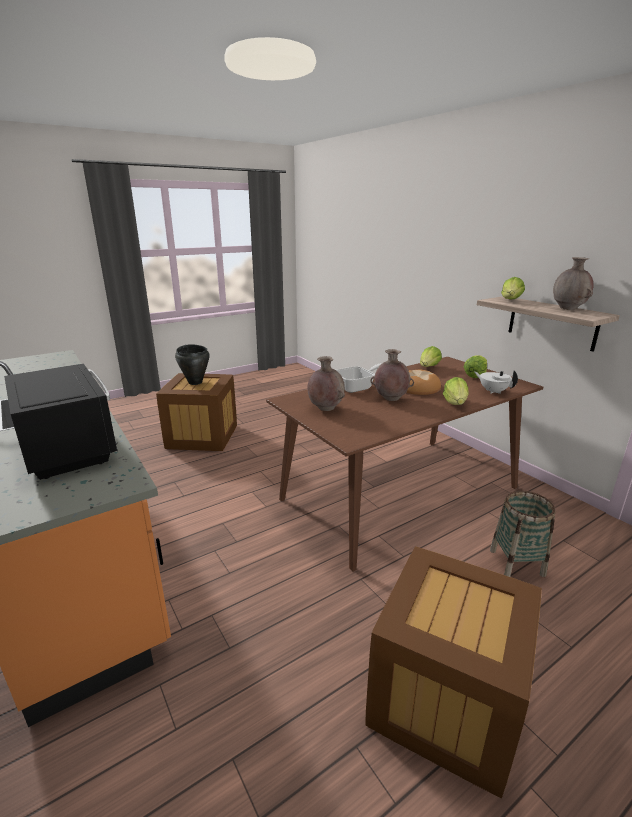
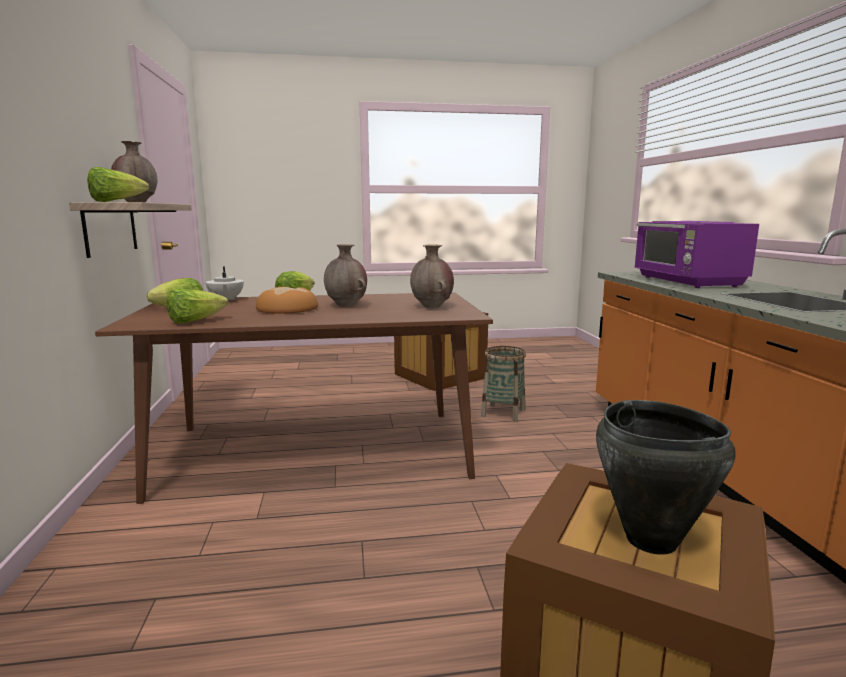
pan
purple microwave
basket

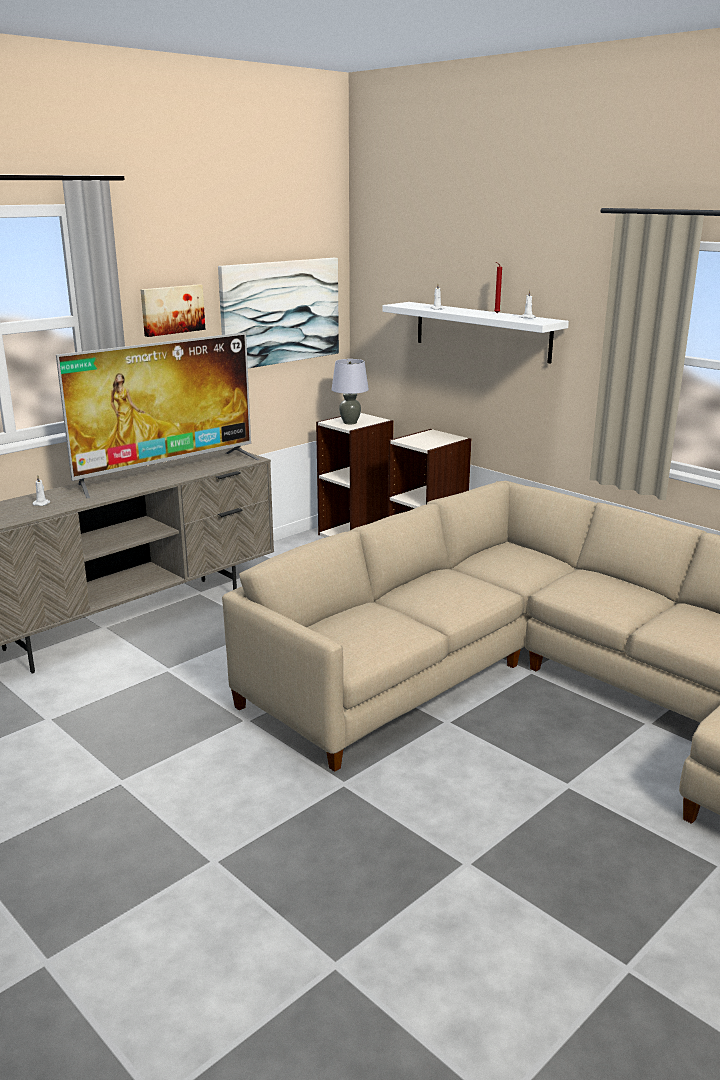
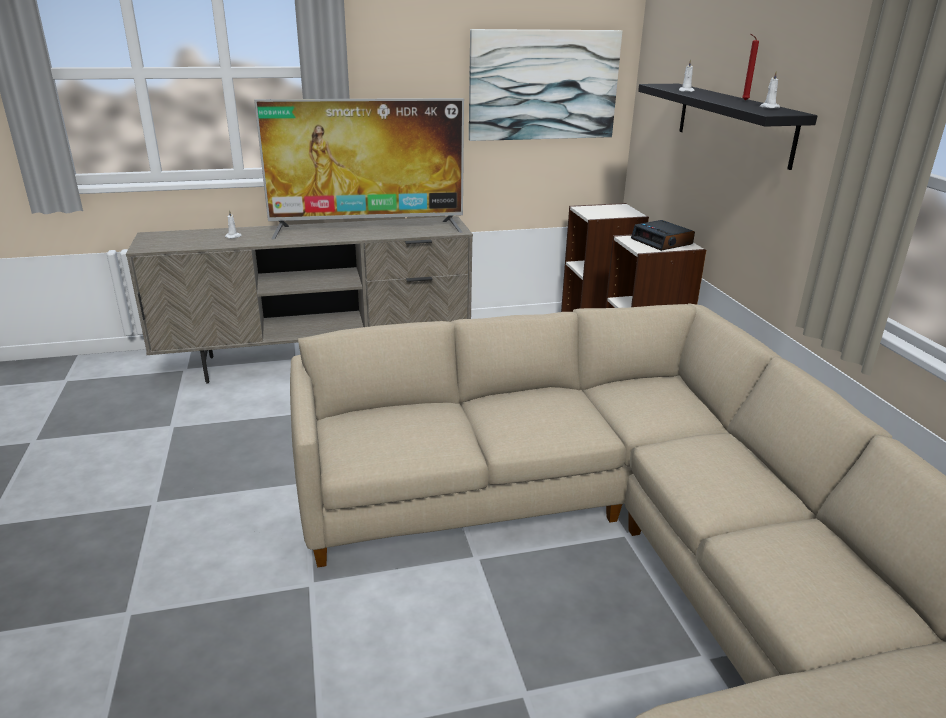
picture (no. 1 from left in the first image)
black-coloured shelf
greyish lamp for a table
bedside clock

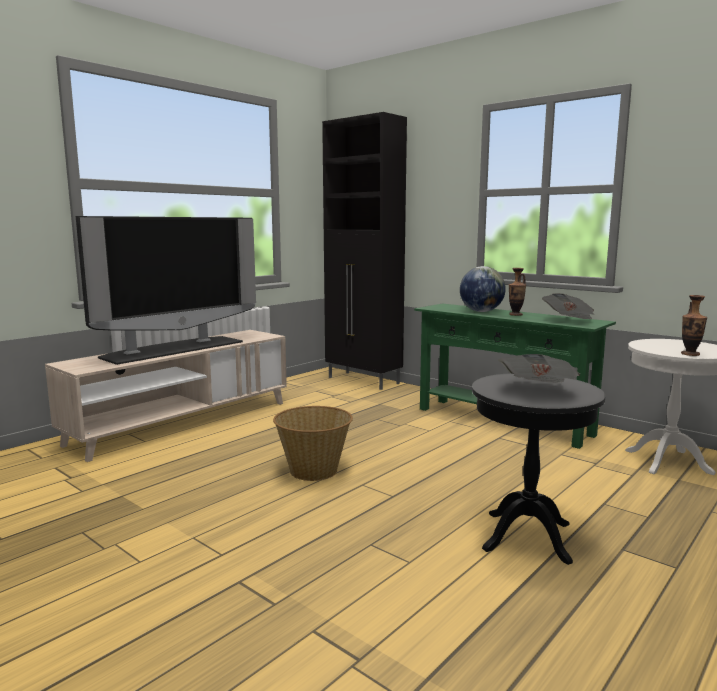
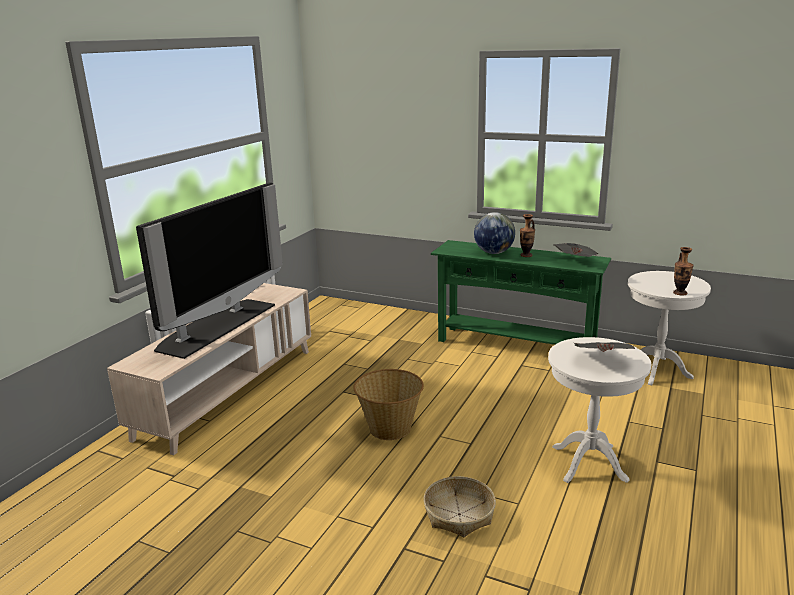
black-coloured storage cabinet
white end table (no. 1 from left)
basket (no. 2 from left)

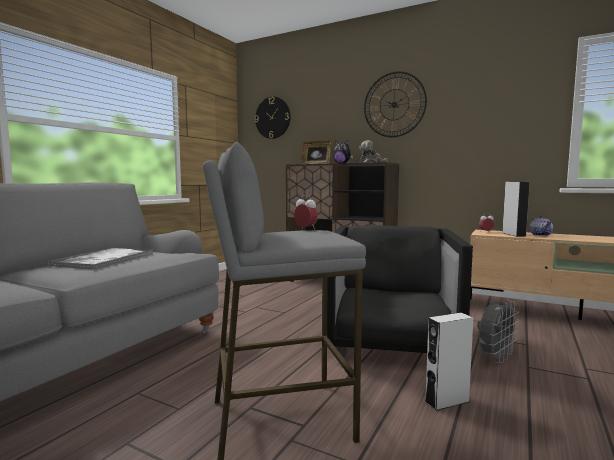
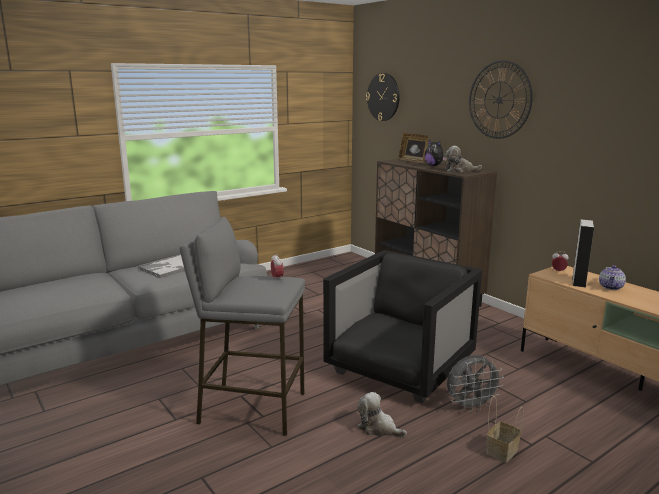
soft toy (no. 1 from left)
basket

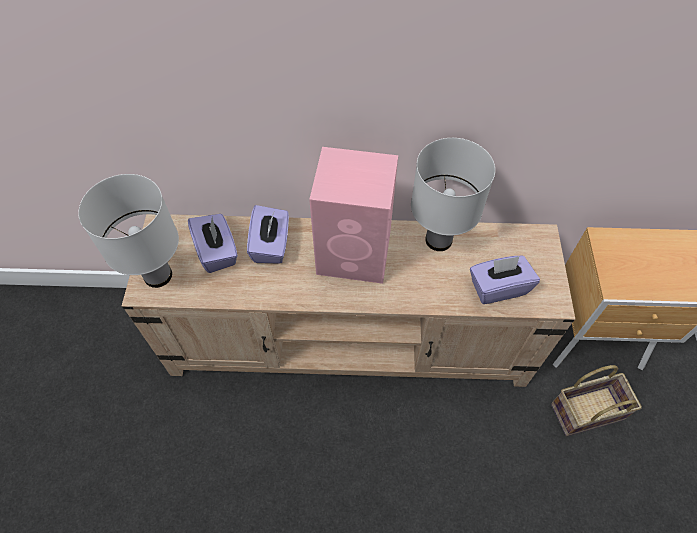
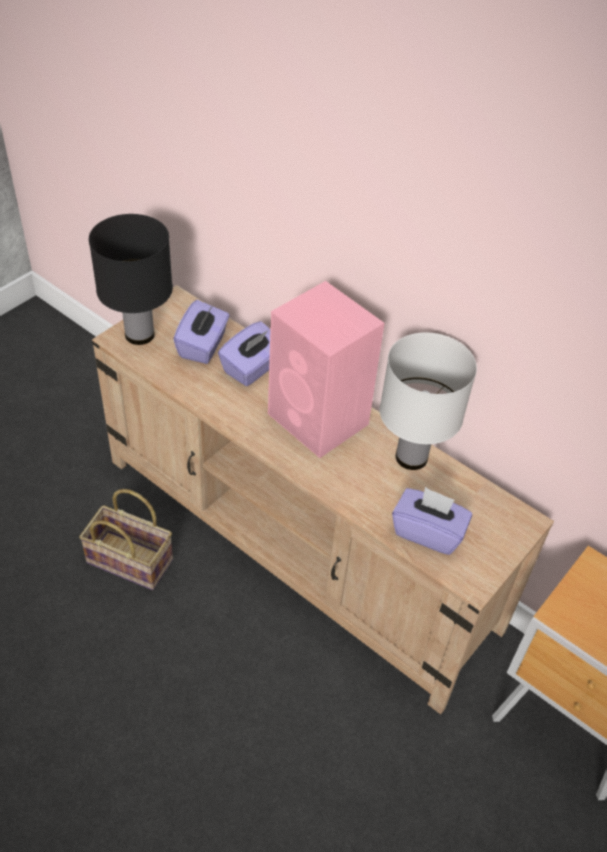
black-coloured lamp for a table
basket

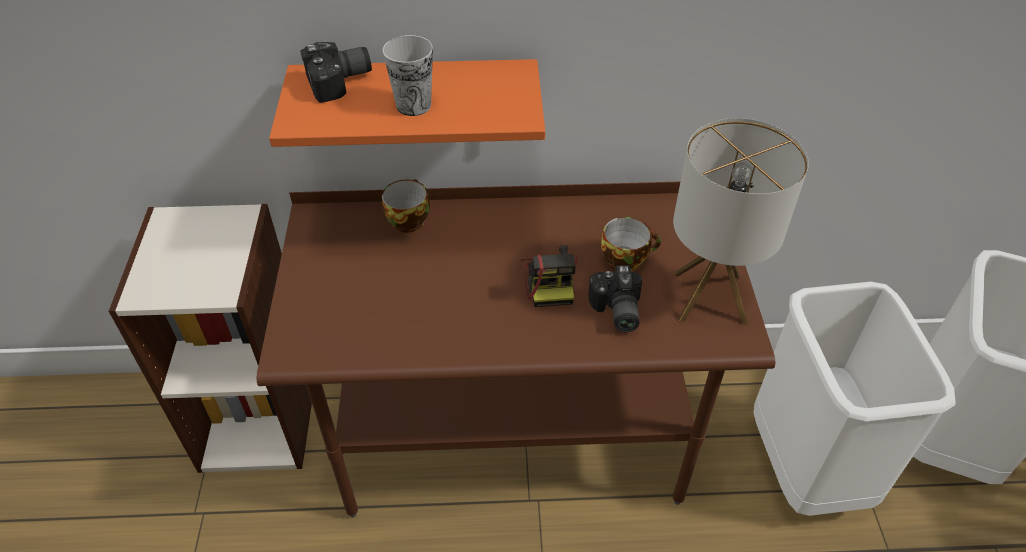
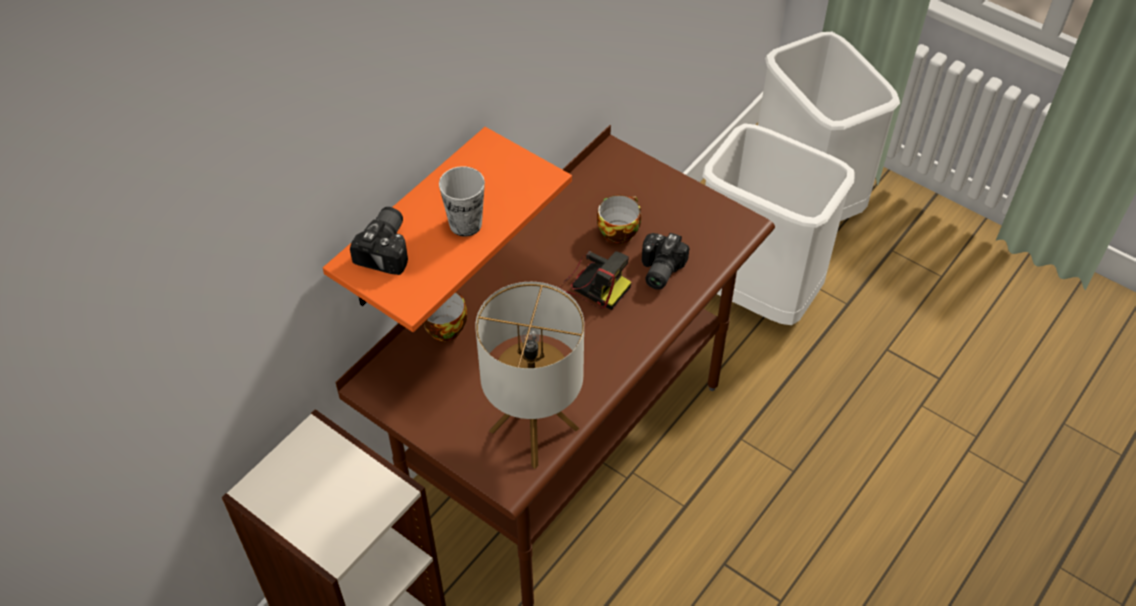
lamp for a table
still camera (no. 3 from left)

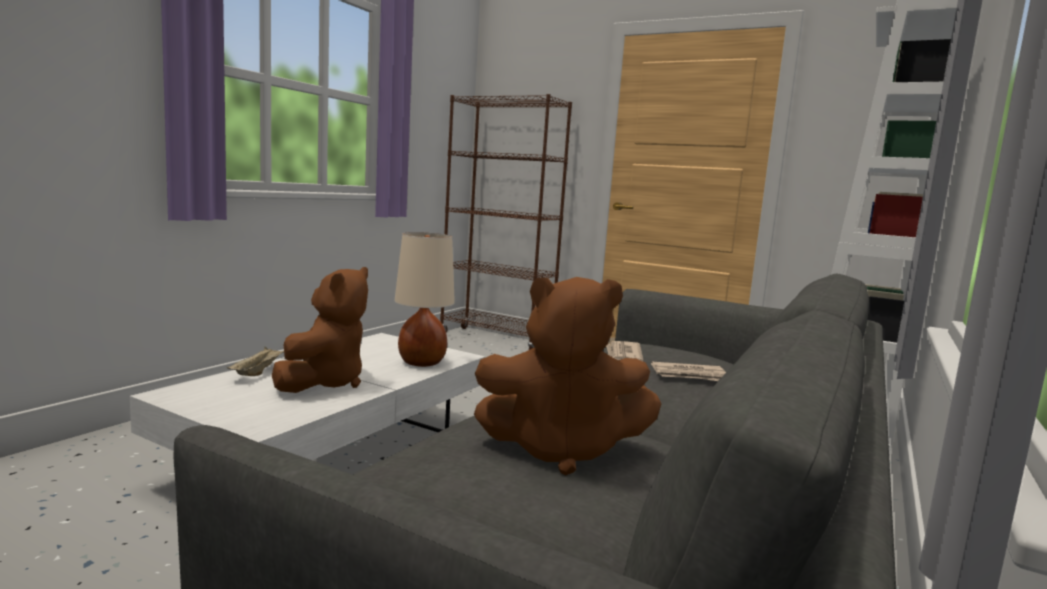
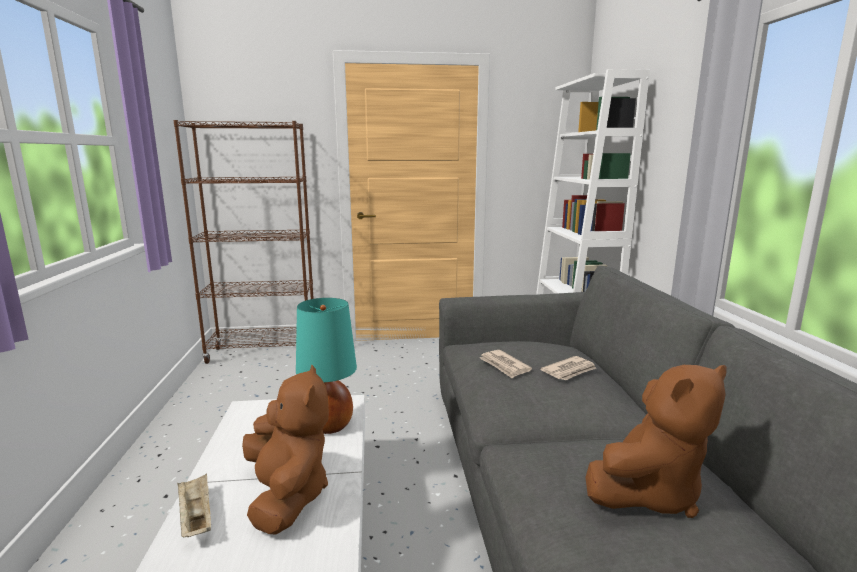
blue-green lamp for a table

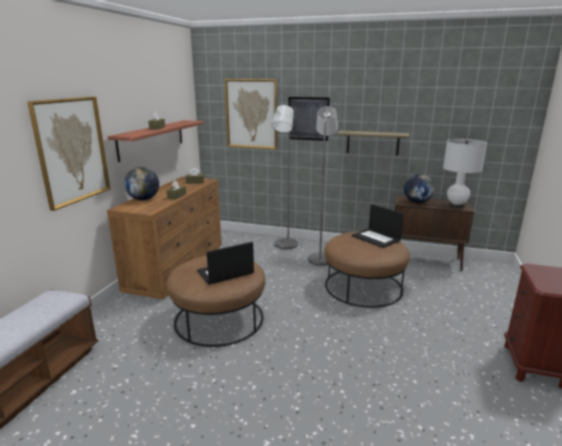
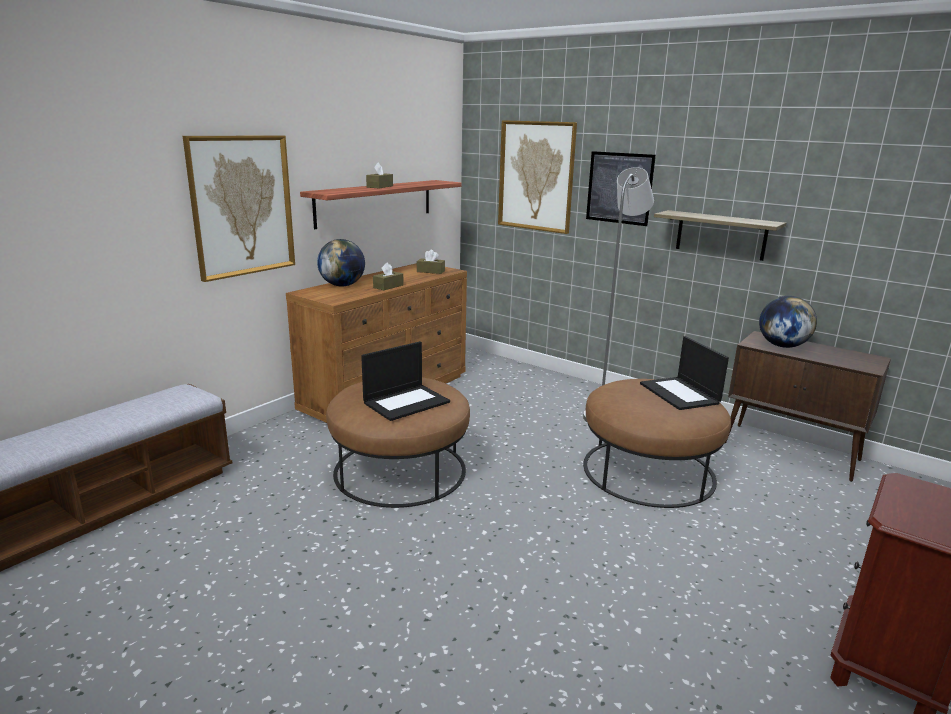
greyish standing lamp (no. 1 from left in the first image)
white lamp for a table
portable computer (no. 1 from left)

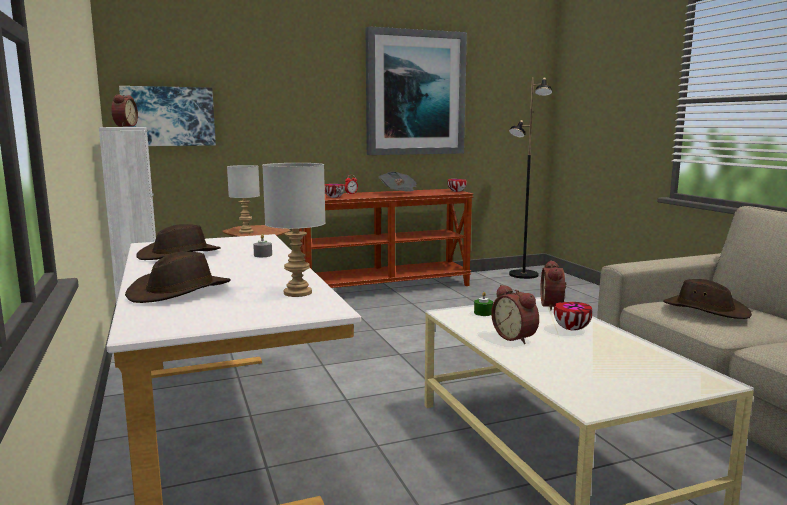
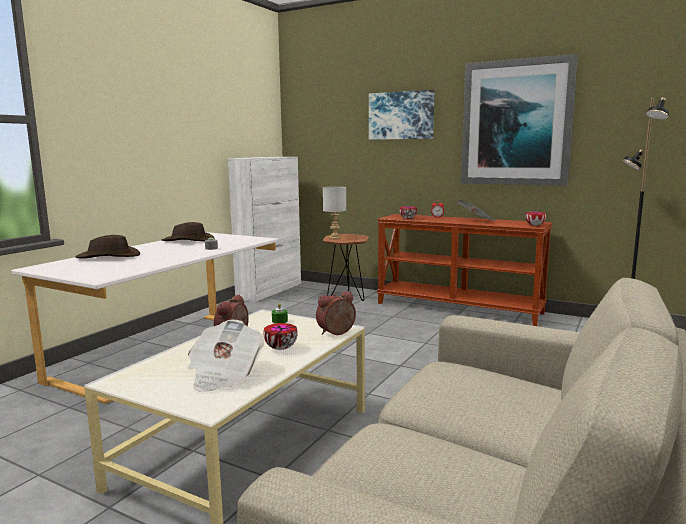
picture (no. 1 from left)
bedside clock (no. 1 from left in the first image)
greyish lamp for a table (no. 2 from left in the first image)
brown-coloured clothing hat (no. 3 from left in the first image)
daily paper (no. 1 from left)

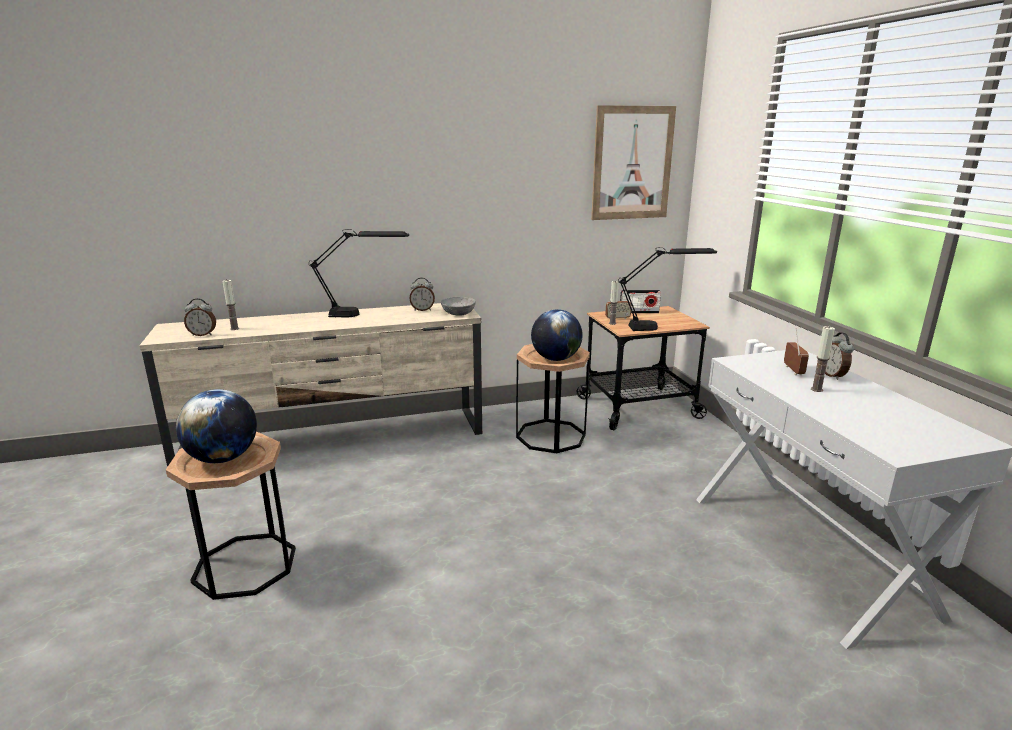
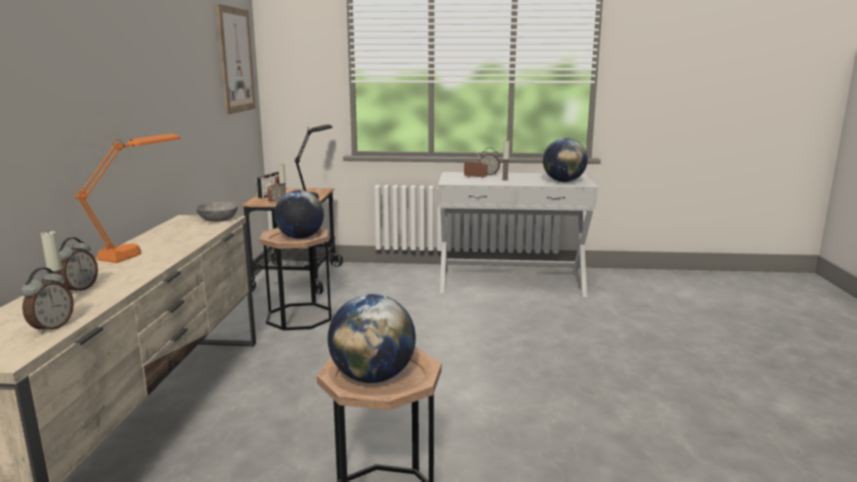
orange lamp for a table
bedside clock (no. 2 from left)
globe (no. 3 from left)

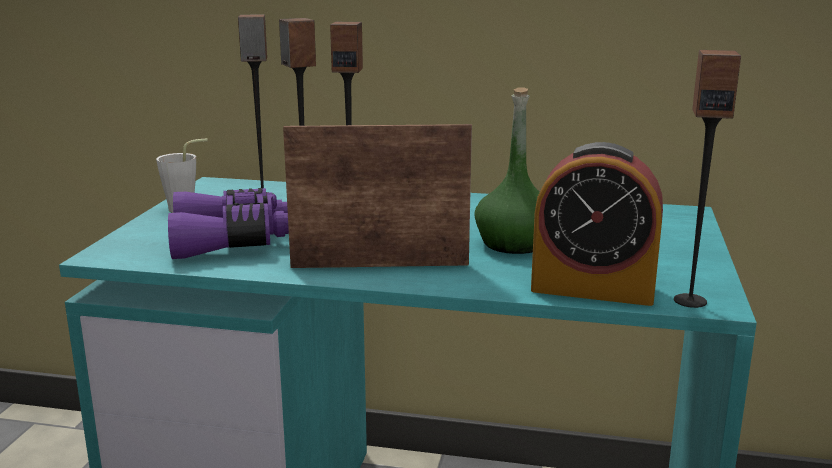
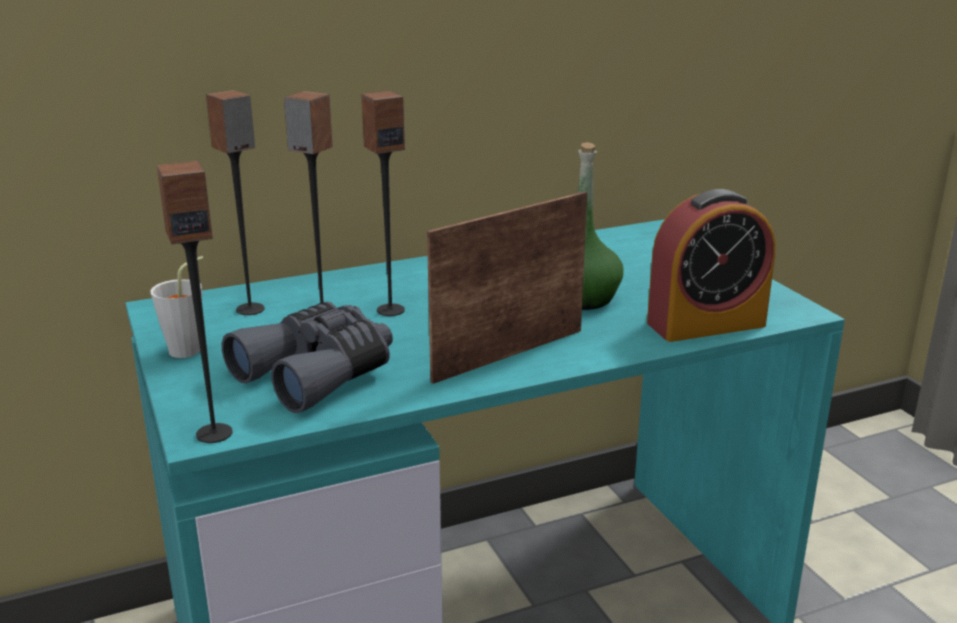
audio speaker (no. 1 from left)
greyish field glasses

